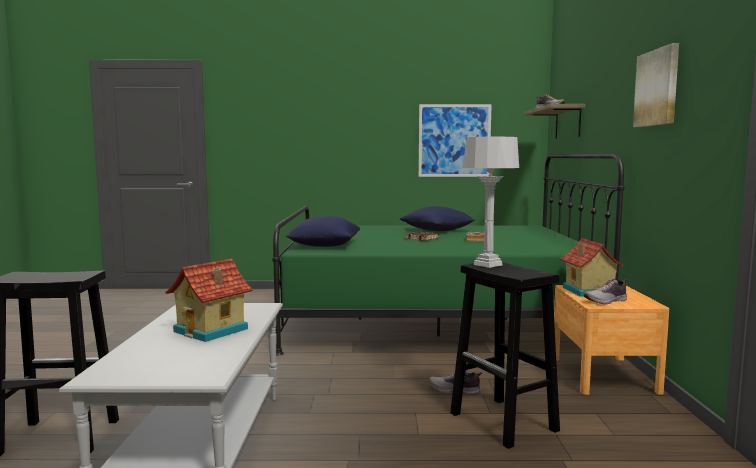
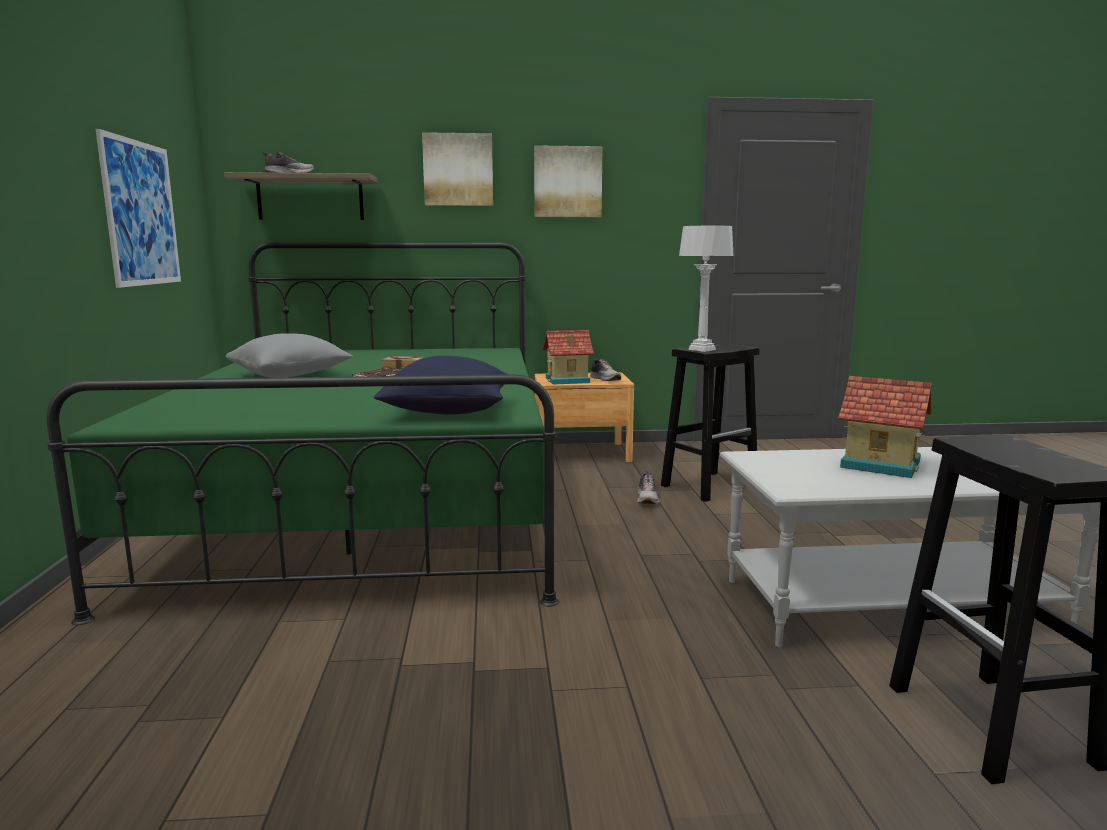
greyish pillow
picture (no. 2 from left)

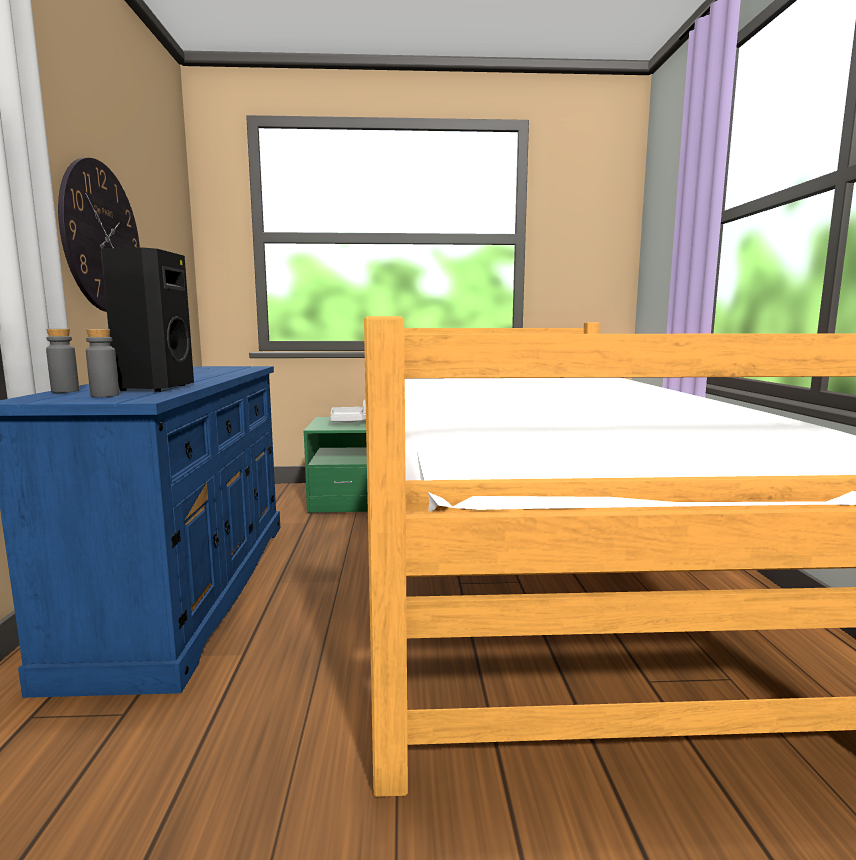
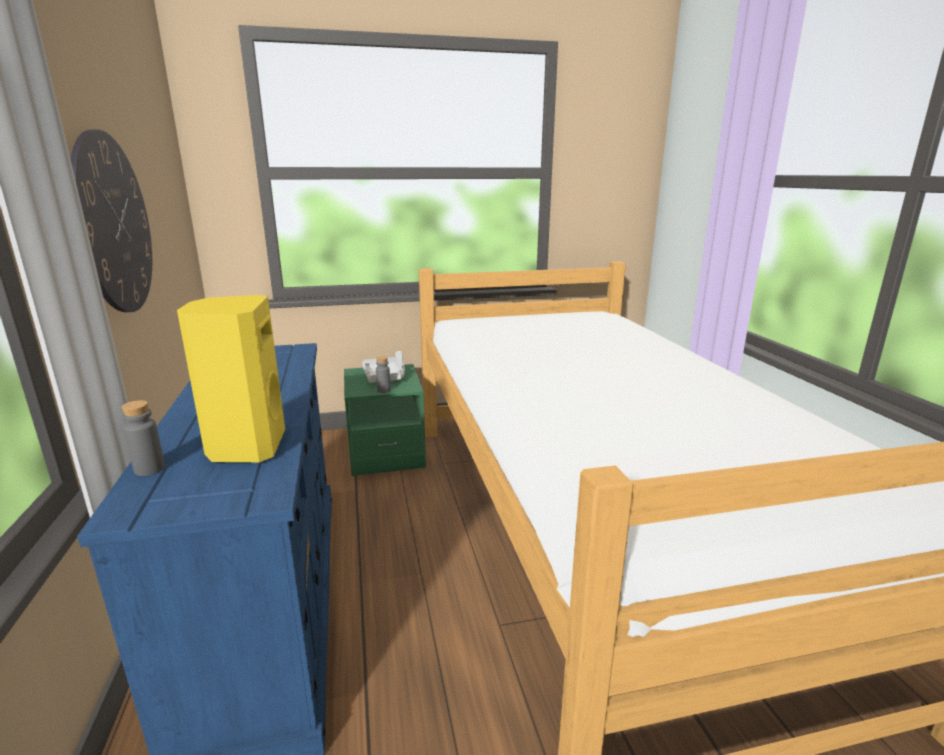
yellowish audio speaker
greyish drink bottle (no. 2 from left)

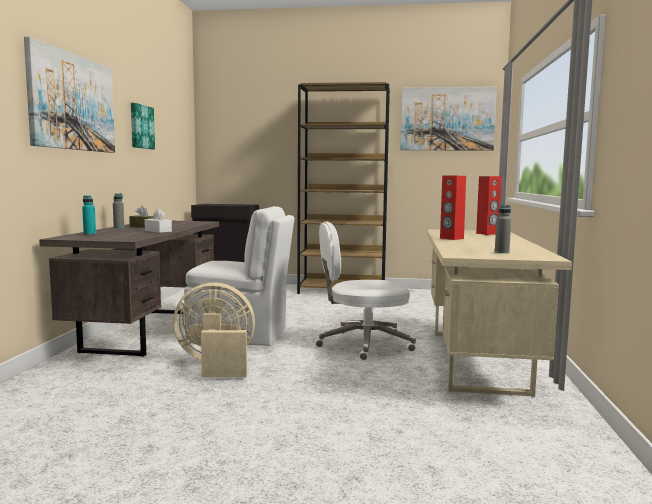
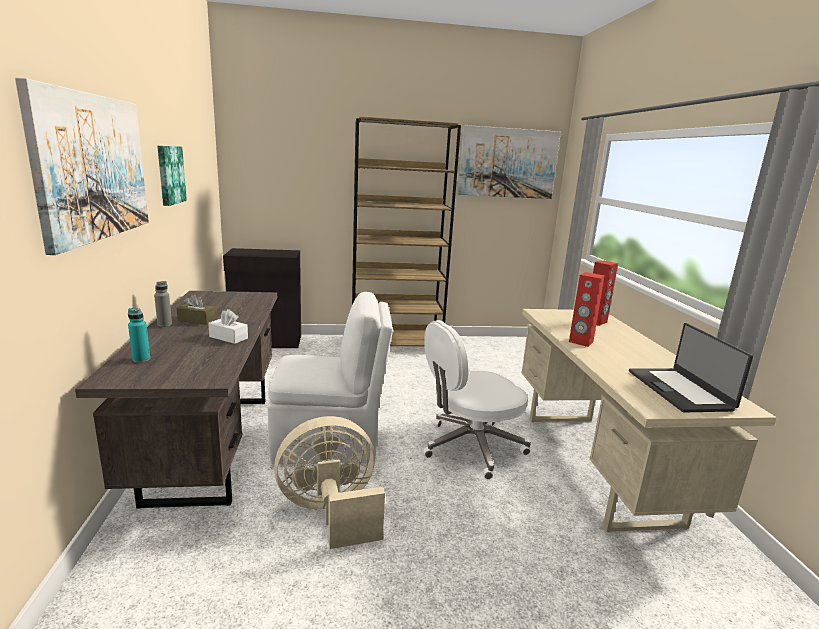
portable computer

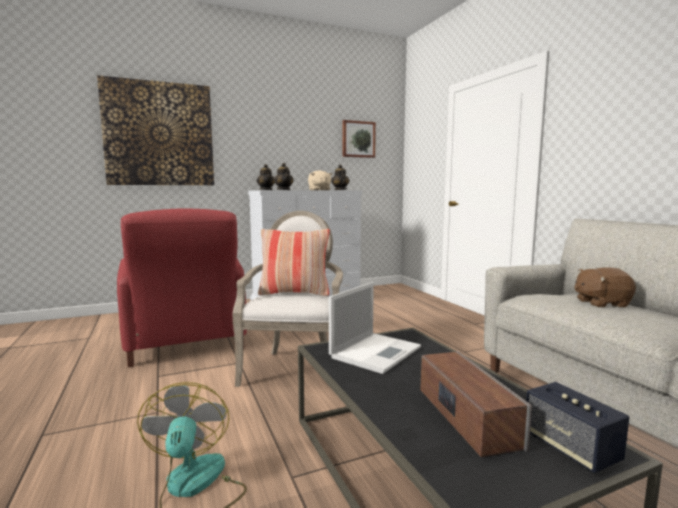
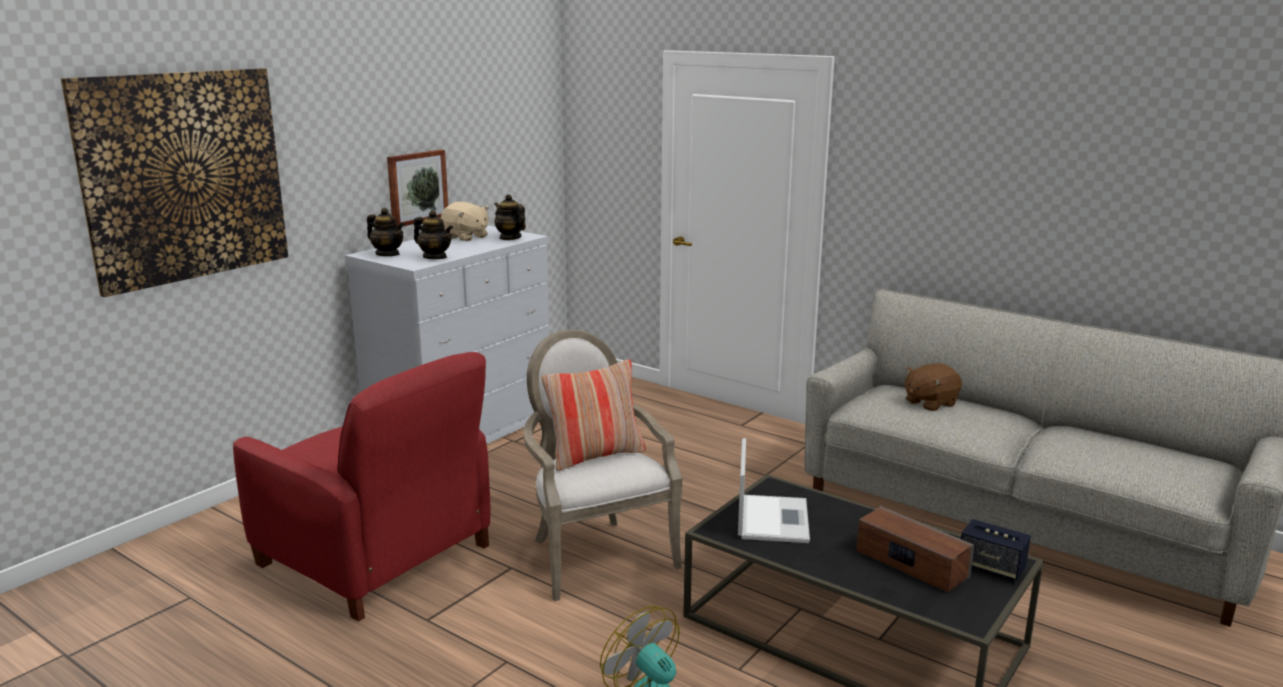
picture (no. 2 from left)

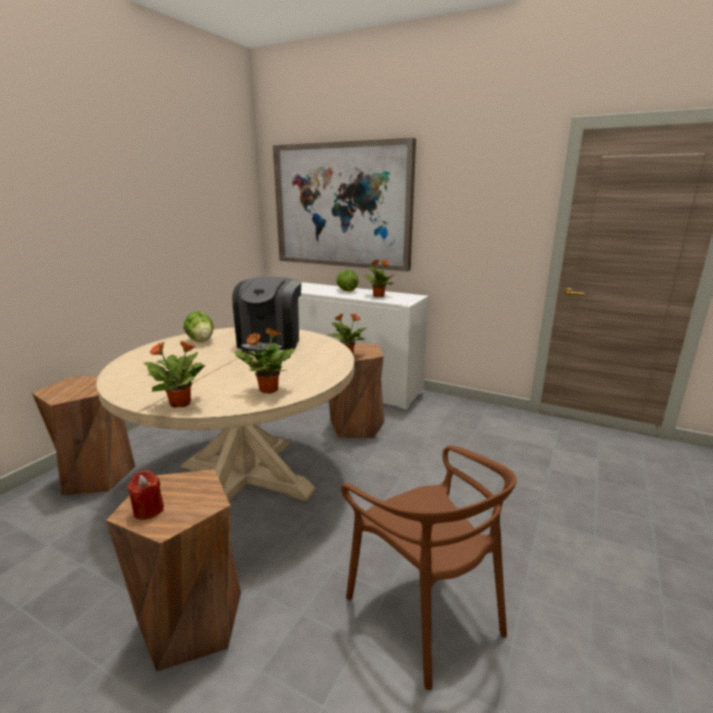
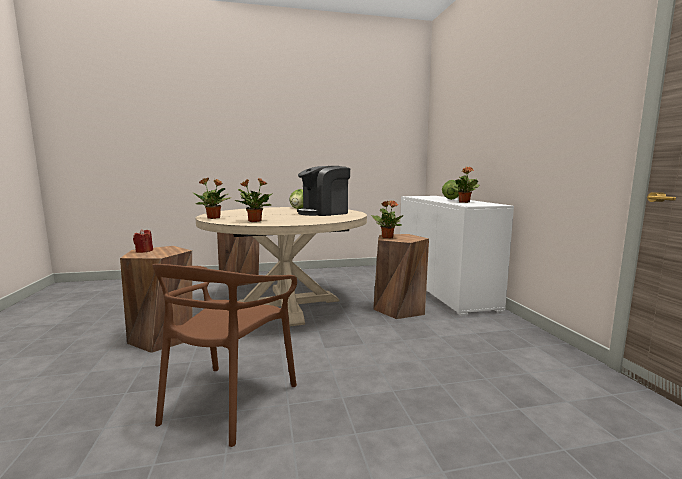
picture

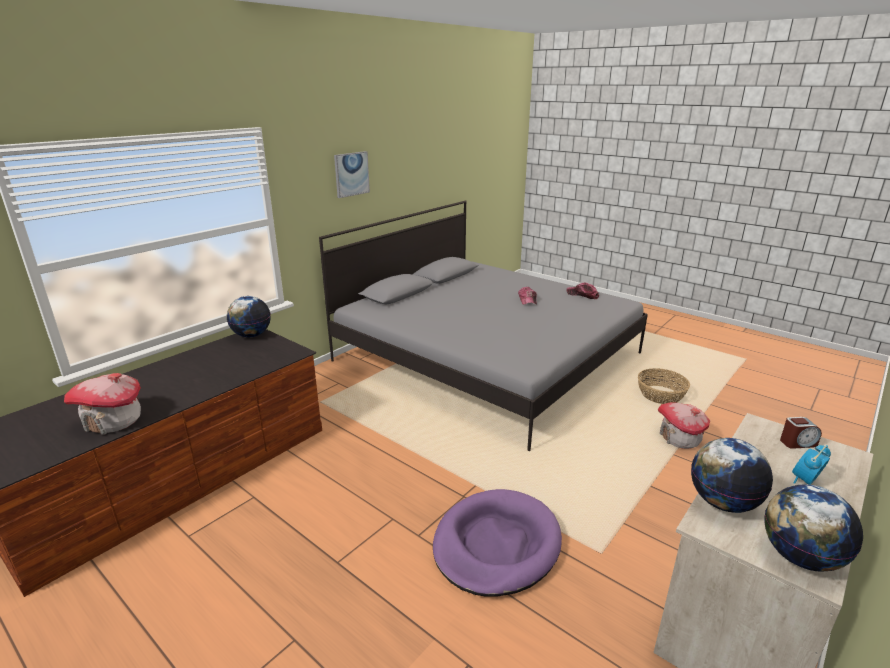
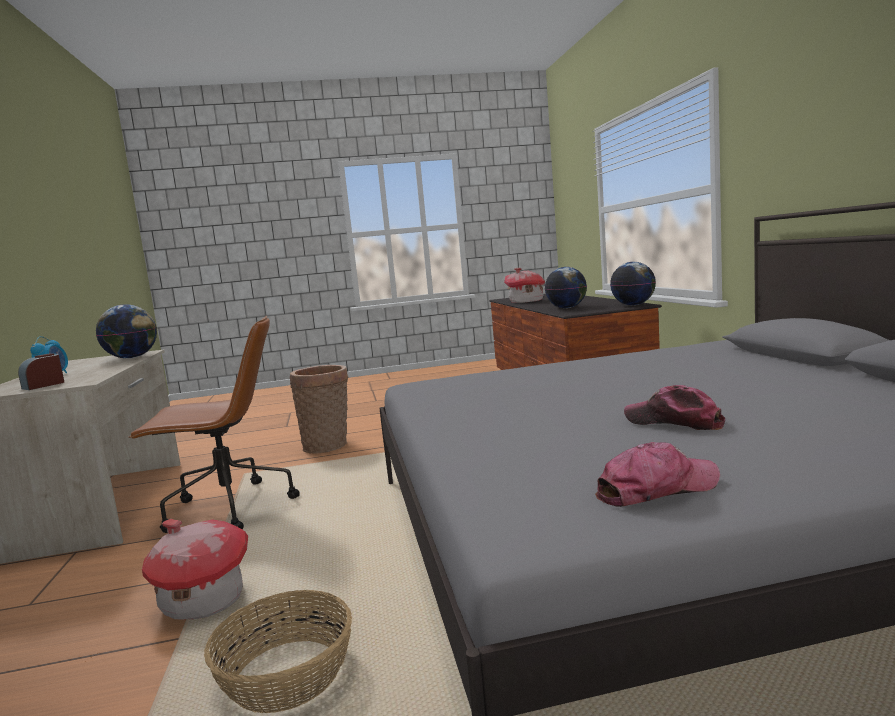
picture
globe (no. 2 from left)
basket (no. 2 from left)
brown-coloured computer chair

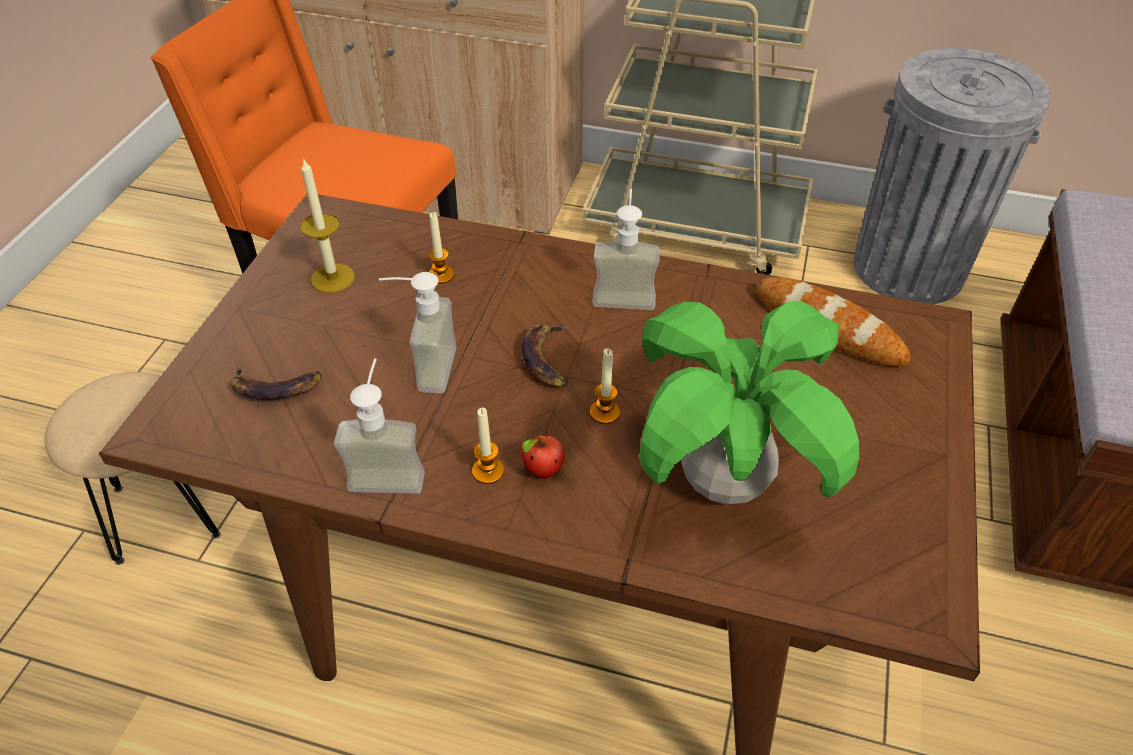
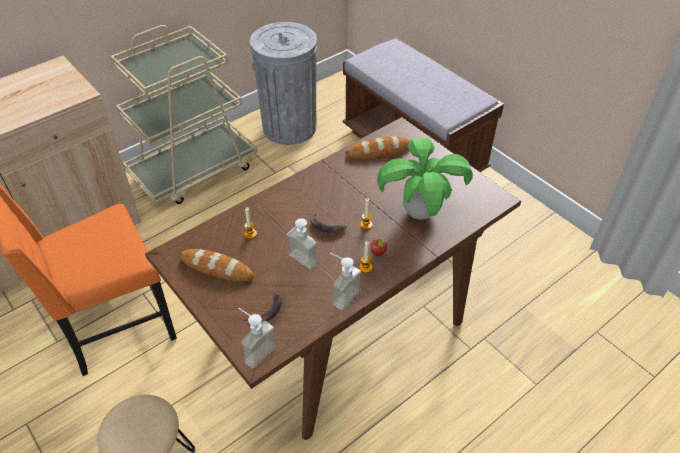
bread (no. 1 from left)
soap bottle (no. 1 from left)

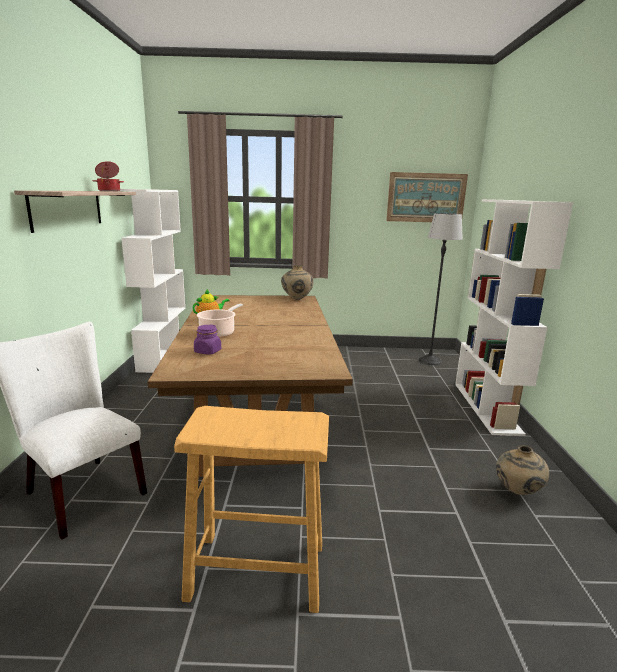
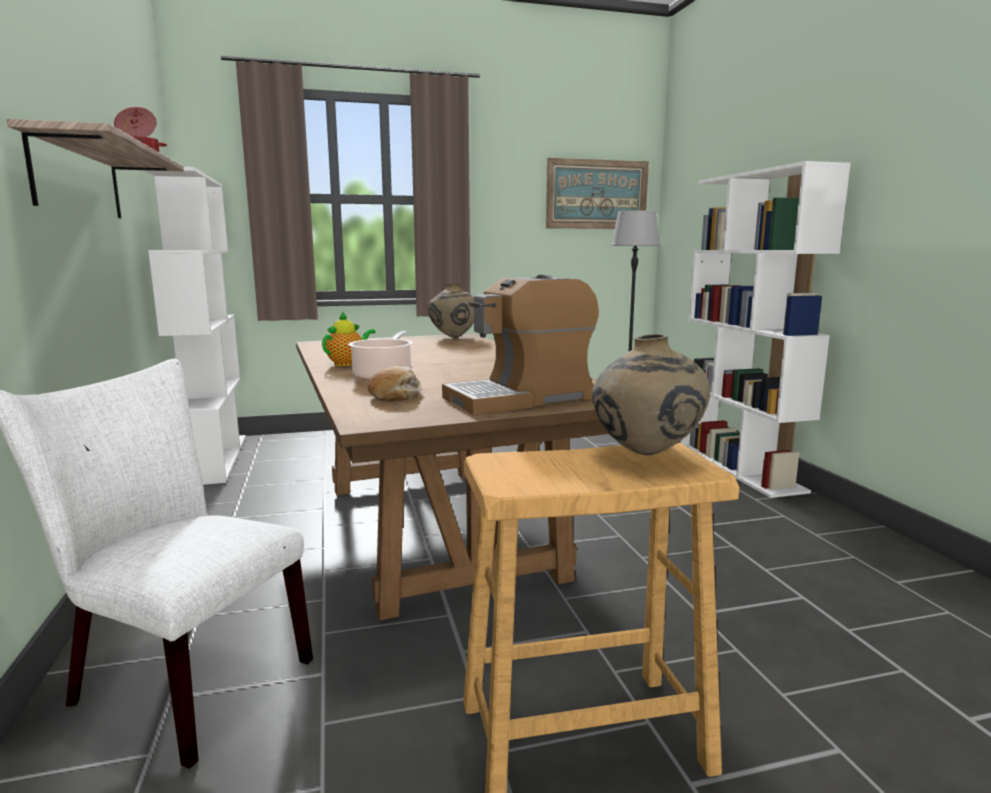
bread
beige-coloured decorative vase (no. 2 from left)
coffee machine

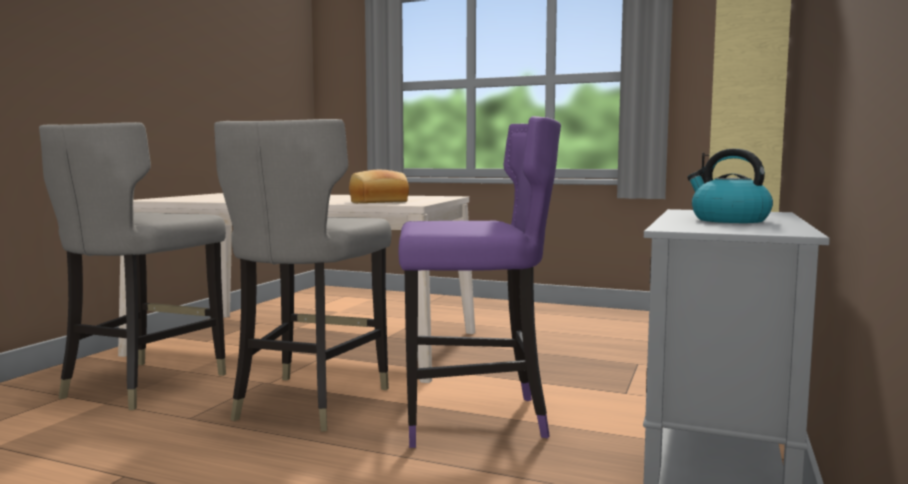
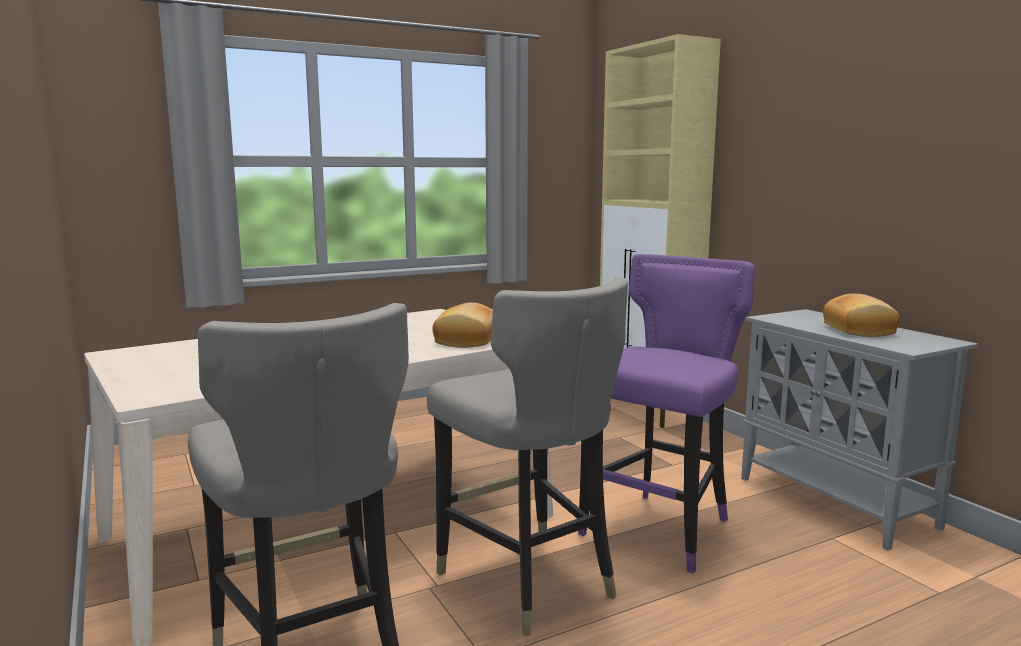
bread (no. 2 from left)

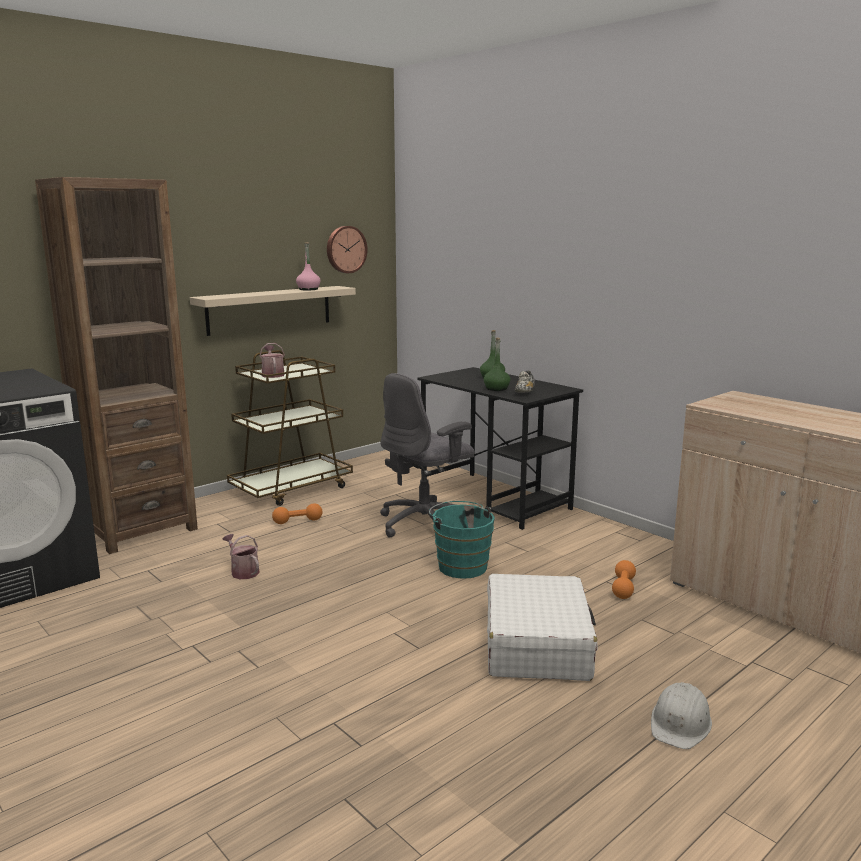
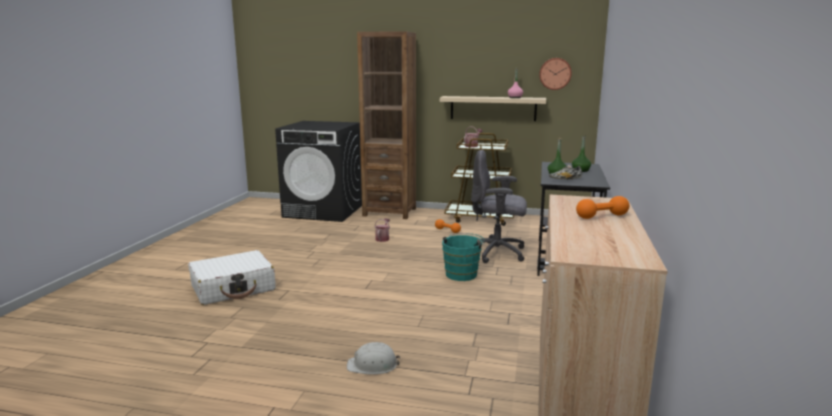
orange free weight (no. 2 from left)
white travel case

